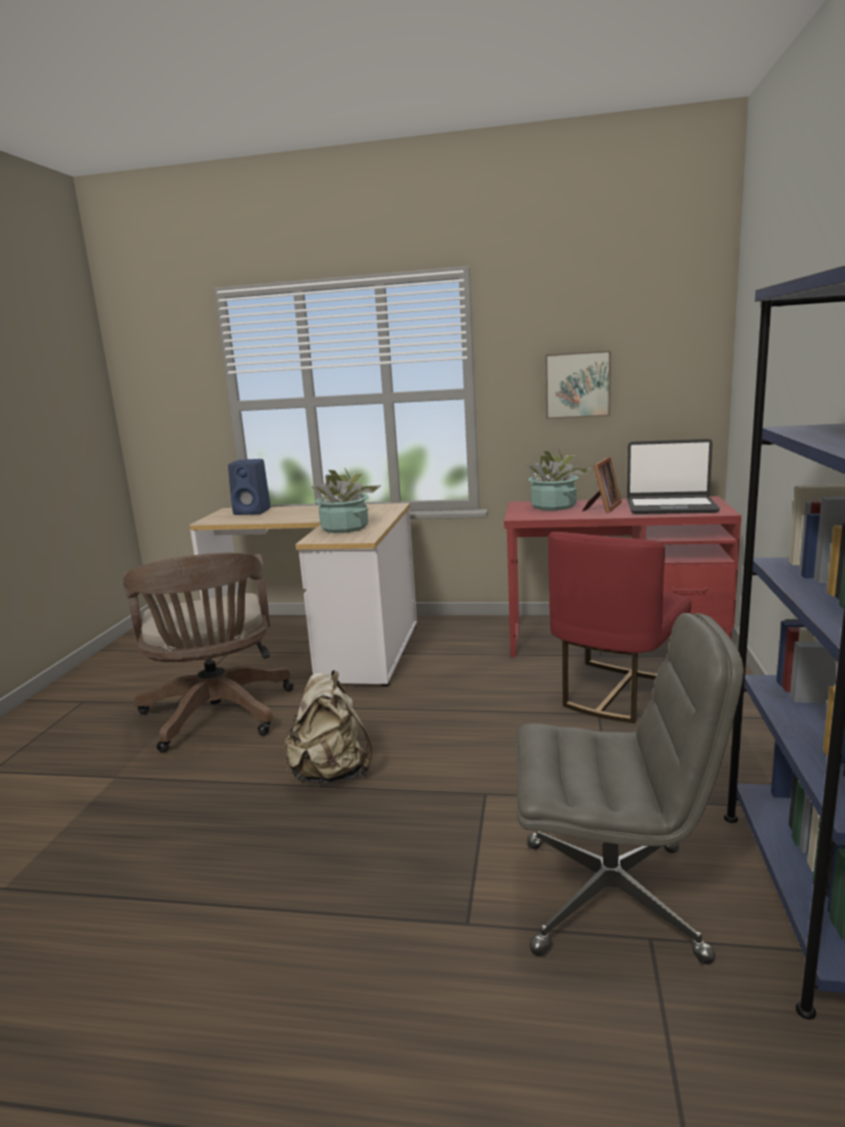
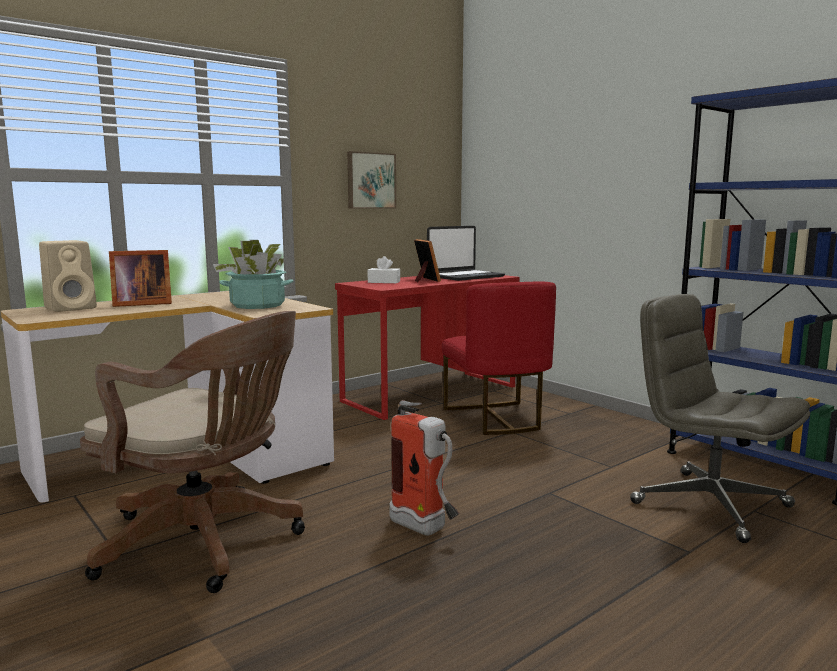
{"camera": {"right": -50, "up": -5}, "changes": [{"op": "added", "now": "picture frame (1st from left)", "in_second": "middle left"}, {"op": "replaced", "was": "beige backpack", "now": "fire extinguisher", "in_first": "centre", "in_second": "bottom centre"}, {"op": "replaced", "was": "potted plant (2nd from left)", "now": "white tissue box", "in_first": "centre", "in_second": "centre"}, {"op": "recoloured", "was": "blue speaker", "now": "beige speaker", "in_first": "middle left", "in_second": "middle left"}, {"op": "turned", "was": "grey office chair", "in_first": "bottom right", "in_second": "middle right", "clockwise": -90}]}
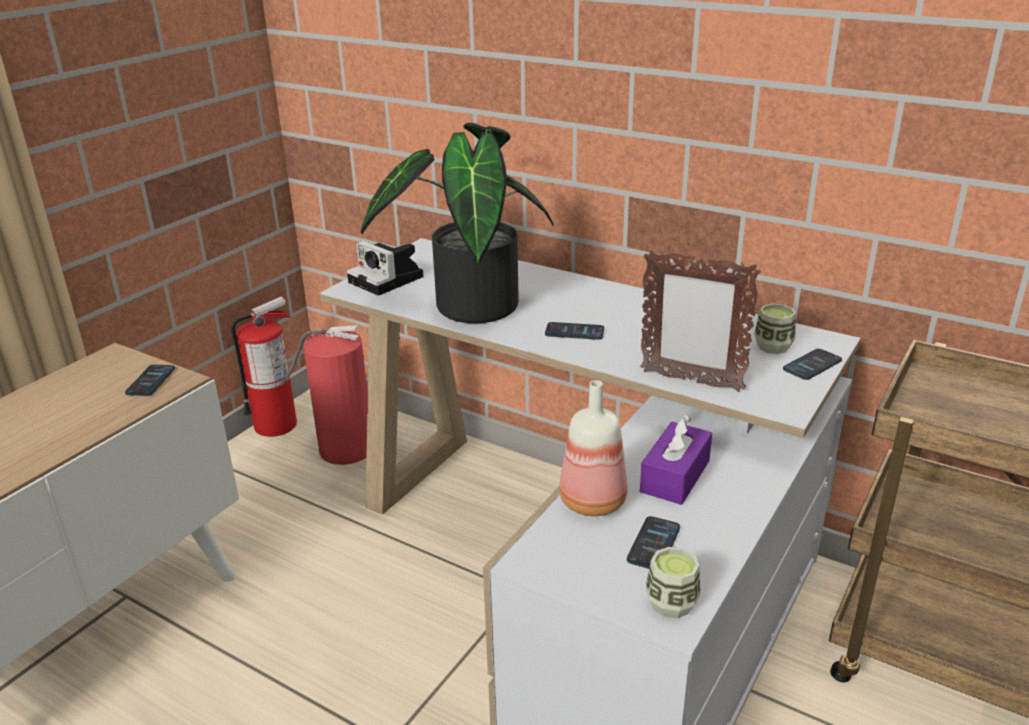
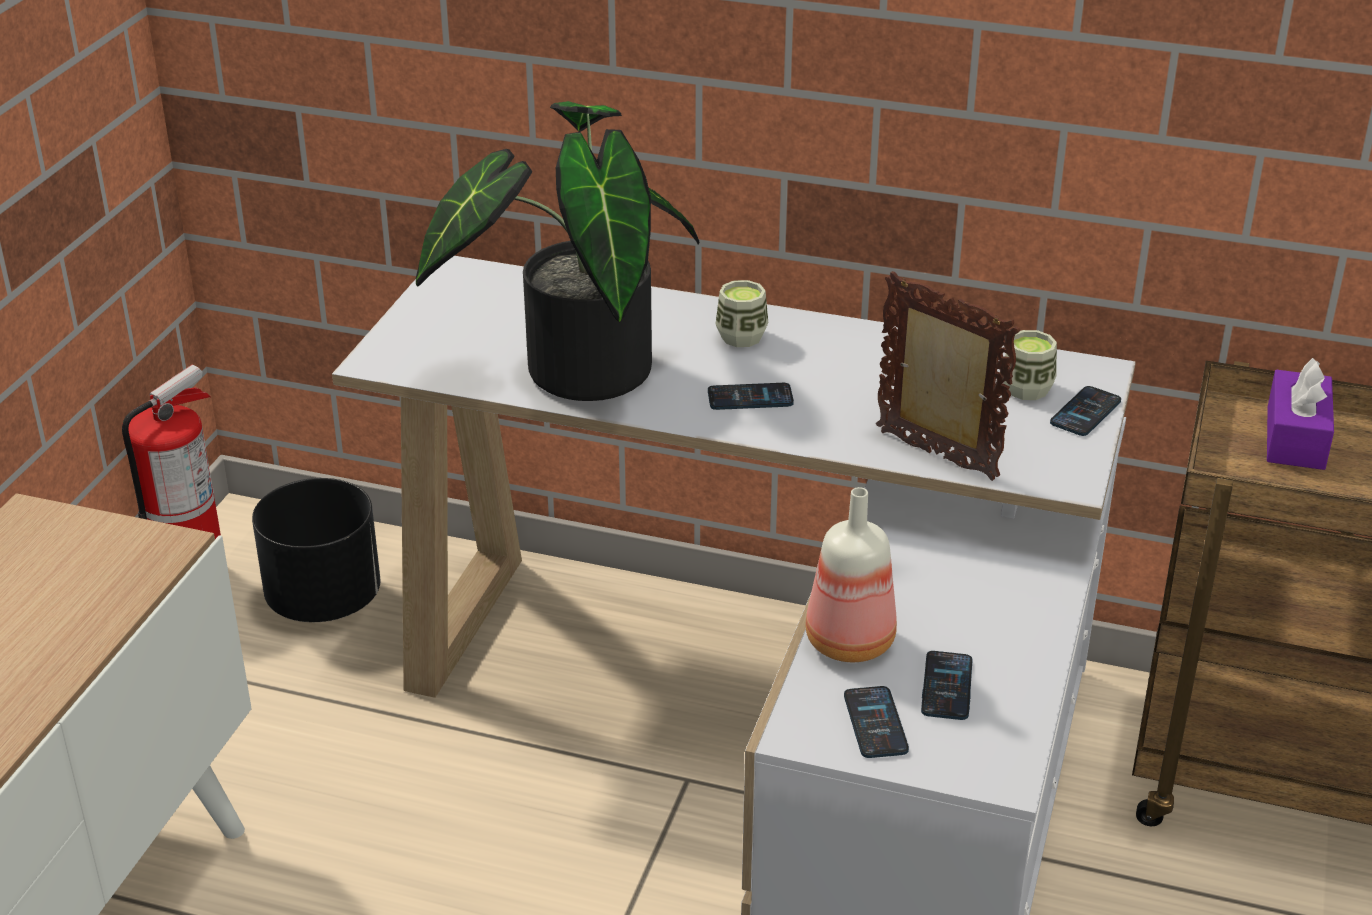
{"camera": {"right": -15, "up": 5}, "changes": [{"op": "removed", "was": "photo camera", "in_first": "centre"}, {"op": "moved", "was": "phone (1st from left in the first image)", "now": "phone (2nd from left)", "in_first": "middle left", "in_second": "bottom centre"}, {"op": "moved", "was": "purple tissue box", "in_first": "centre", "in_second": "middle right"}, {"op": "moved", "was": "cup (1st from left)", "in_first": "bottom centre", "in_second": "centre"}, {"op": "replaced", "was": "fire extinguisher (2nd from left)", "now": "black planter", "in_first": "middle left", "in_second": "middle left"}, {"op": "turned", "was": "picture frame", "in_first": "middle right", "in_second": "middle right", "clockwise": -150}]}
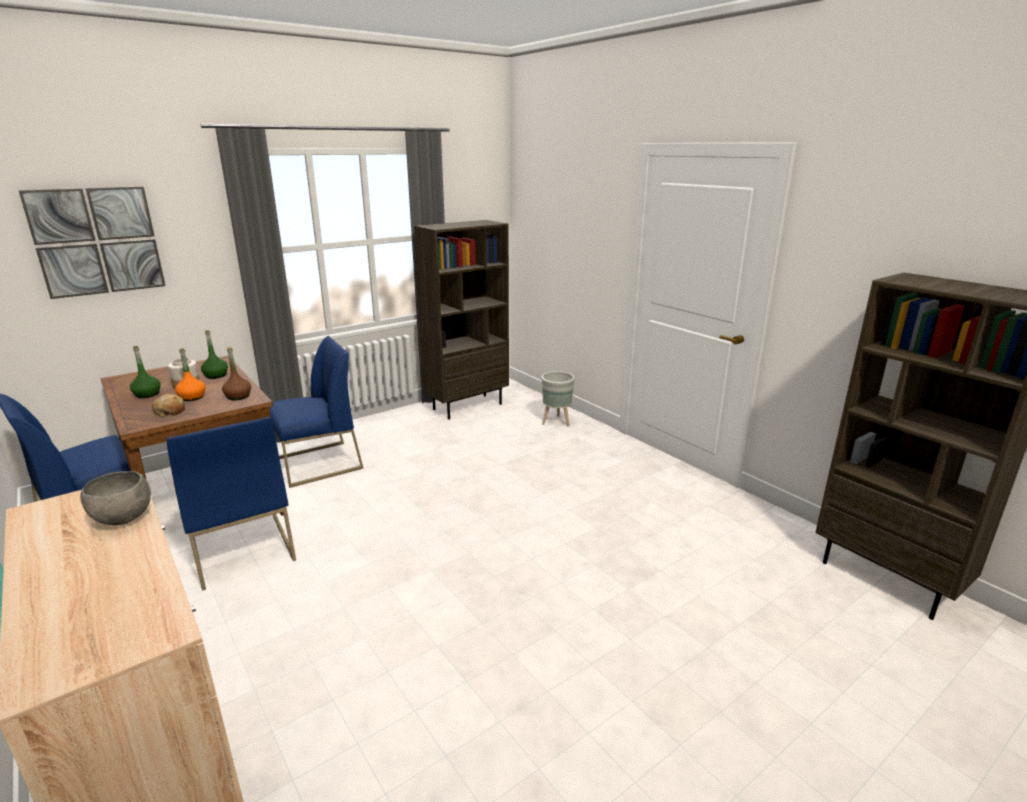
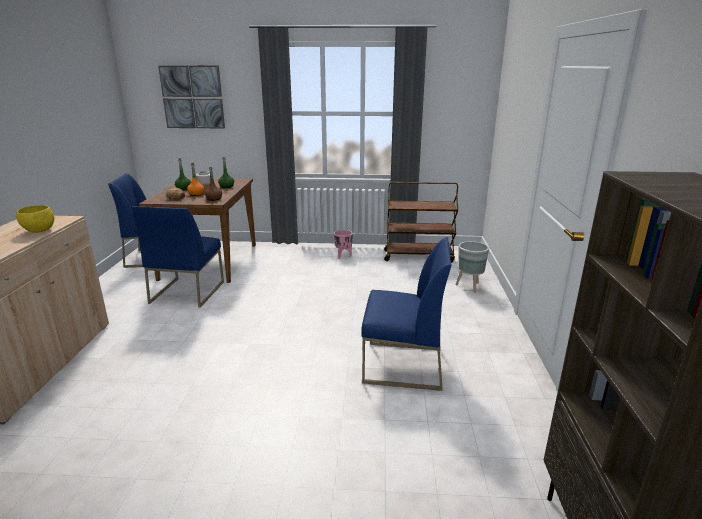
{"camera": {"right": 40, "up": 0}, "changes": [{"op": "added", "now": "pink planter", "in_second": "centre"}, {"op": "moved", "was": "blue chair (3rd from left)", "in_first": "middle left", "in_second": "centre"}, {"op": "replaced", "was": "brown bookcase (1st from left)", "now": "brown cart", "in_first": "centre", "in_second": "centre"}, {"op": "recoloured", "was": "grey bowl", "now": "yellow bowl", "in_first": "middle left", "in_second": "middle left"}]}
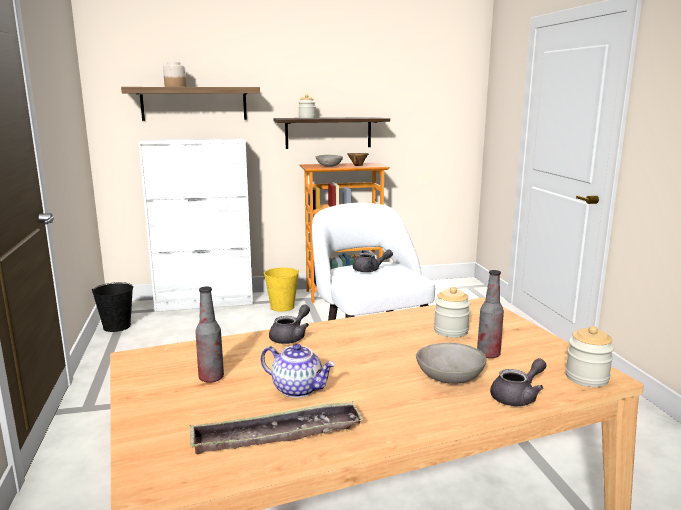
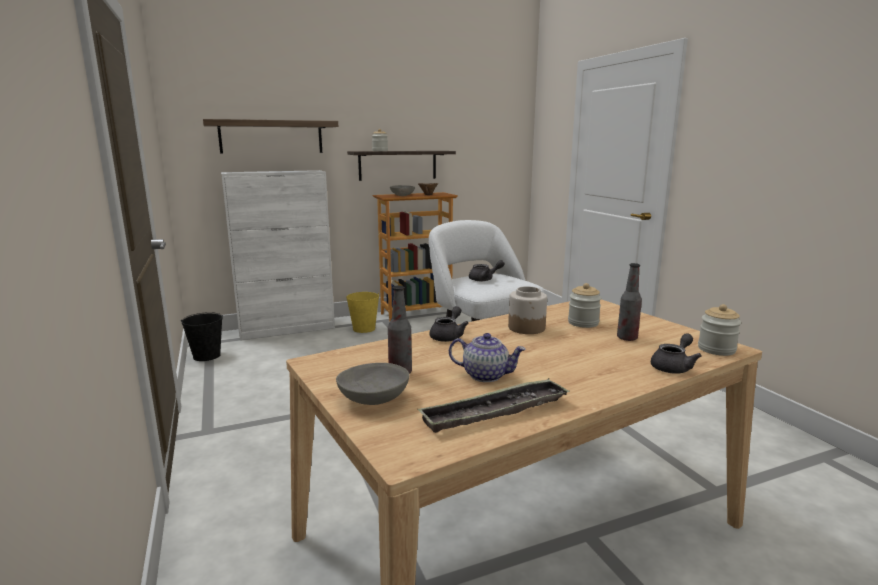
{"camera": {"right": -10, "up": 0}, "changes": [{"op": "moved", "was": "jar (1st from left in the first image)", "now": "jar (2nd from left)", "in_first": "top left", "in_second": "centre"}, {"op": "moved", "was": "grey bowl (2nd from left in the first image)", "now": "grey bowl (1st from left)", "in_first": "bottom centre", "in_second": "centre"}]}
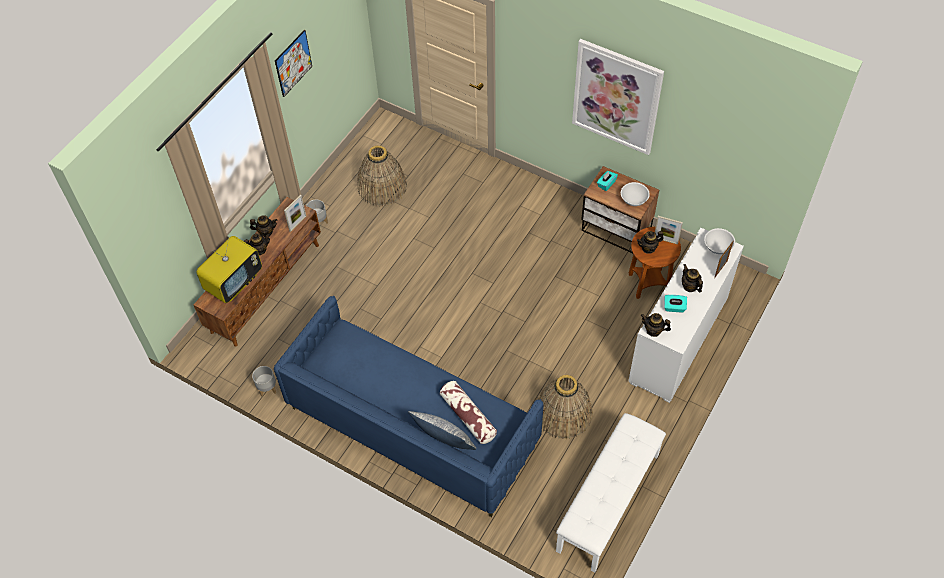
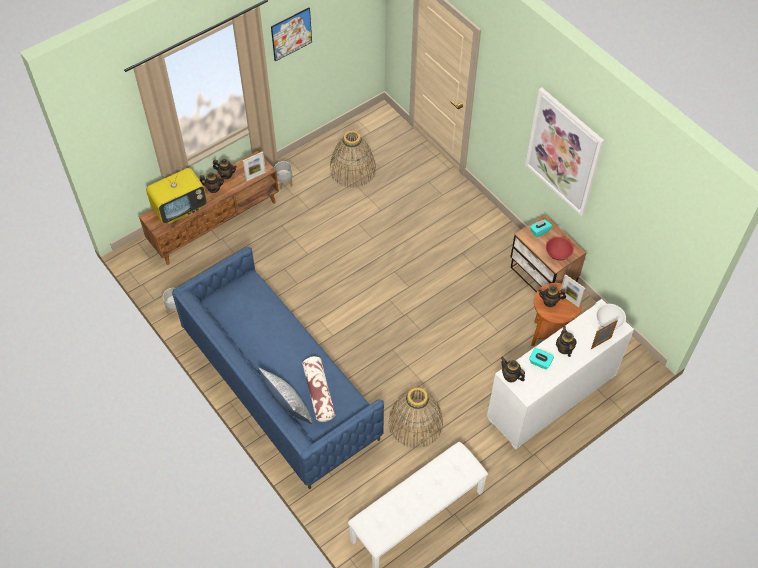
{"camera": {"right": 20, "up": 0}, "changes": [{"op": "recoloured", "was": "white bowl (1st from left)", "now": "red bowl", "in_first": "middle right", "in_second": "middle right"}]}
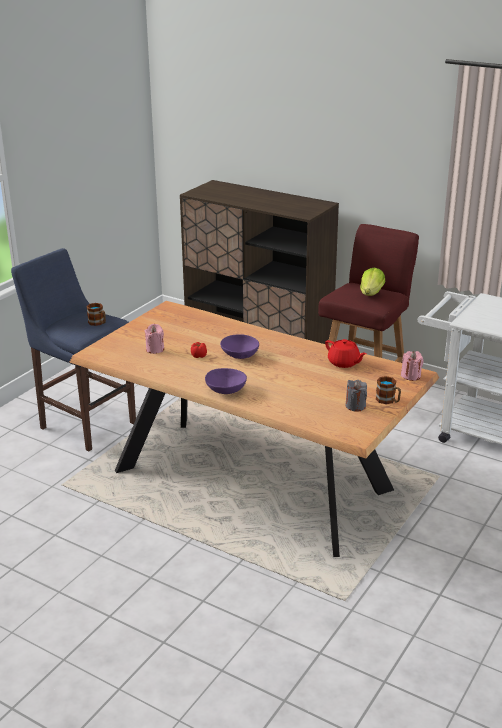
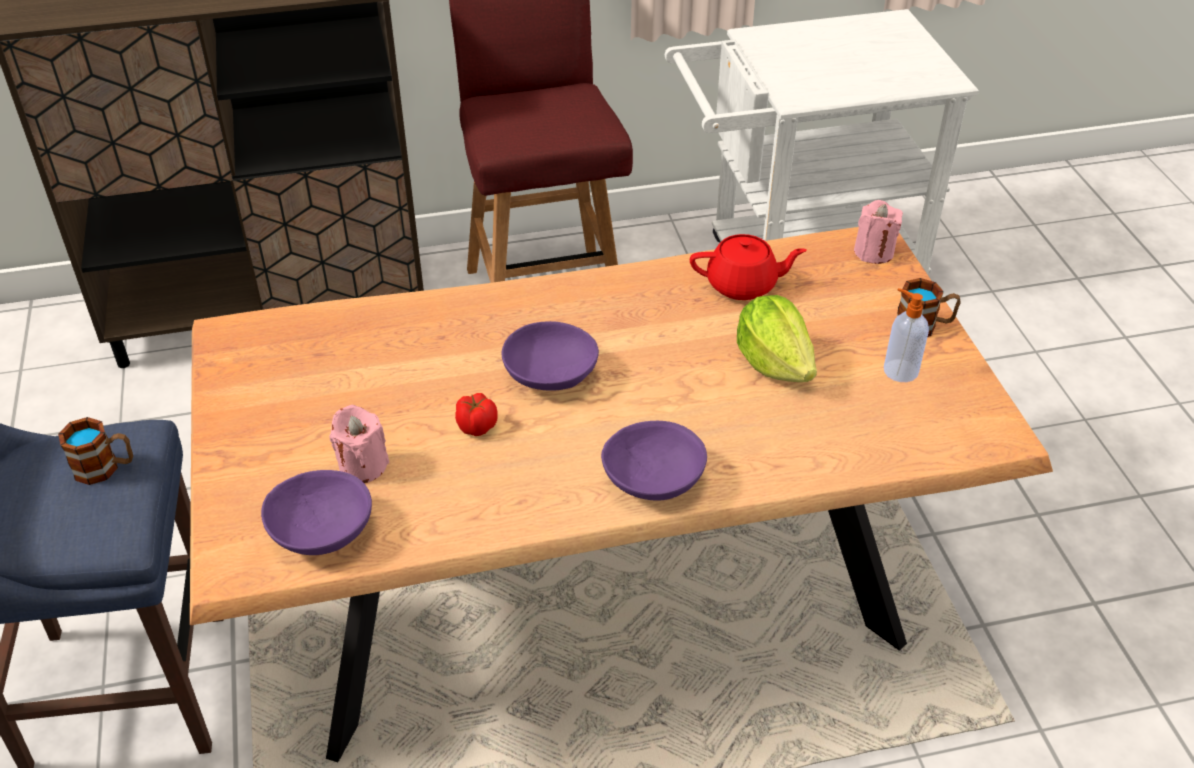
{"camera": {"right": -45, "up": 15}, "changes": [{"op": "added", "now": "purple bowl (1st from left)", "in_second": "bottom left"}, {"op": "moved", "was": "lettuce", "in_first": "middle right", "in_second": "centre"}, {"op": "replaced", "was": "grey candle", "now": "soap dispenser", "in_first": "middle right", "in_second": "middle right"}]}
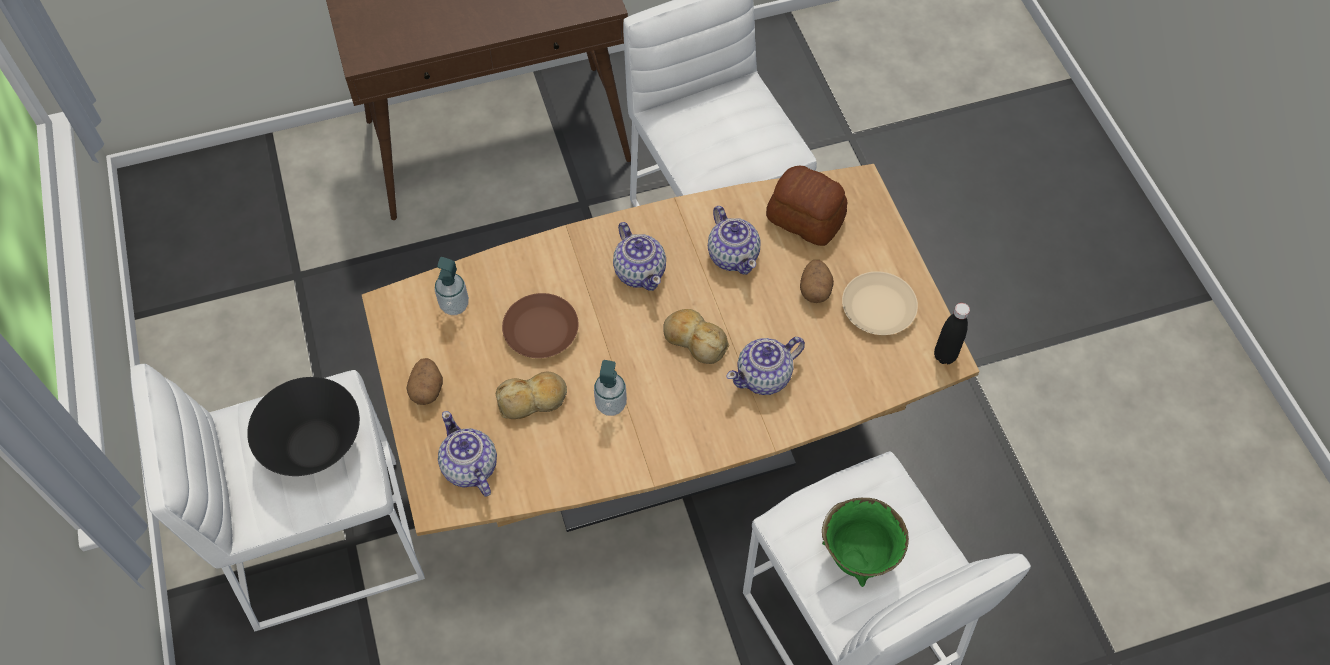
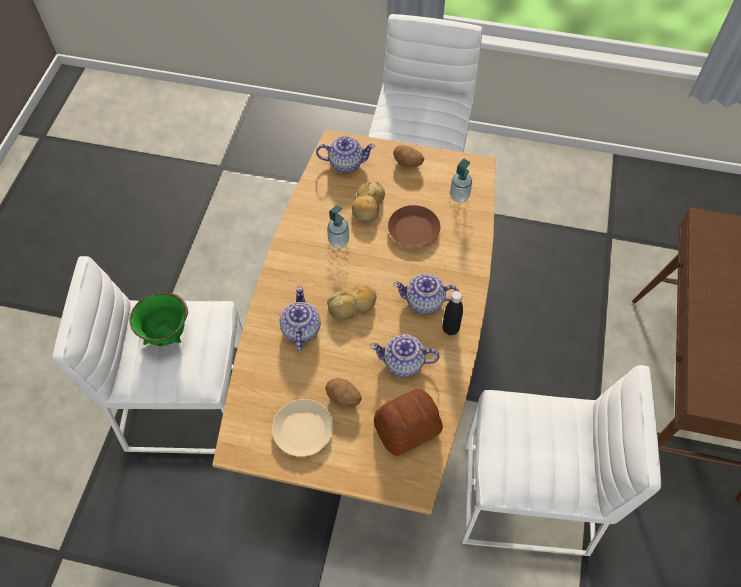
{"camera": {"right": 120, "up": 0}, "changes": [{"op": "removed", "was": "black bowl", "in_first": "middle left"}, {"op": "moved", "was": "black bottle", "in_first": "middle right", "in_second": "centre"}]}
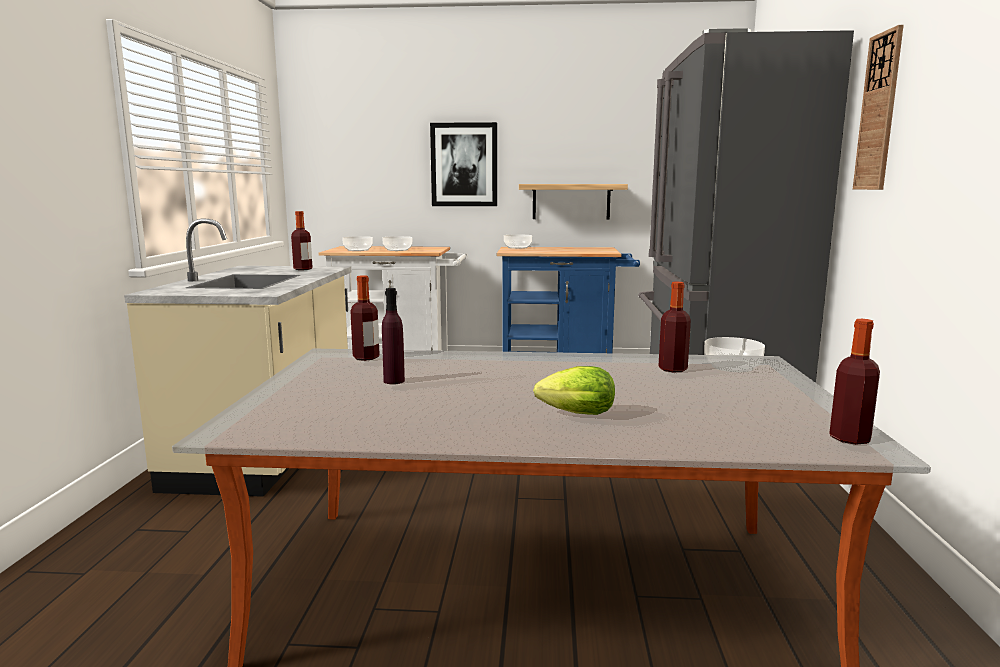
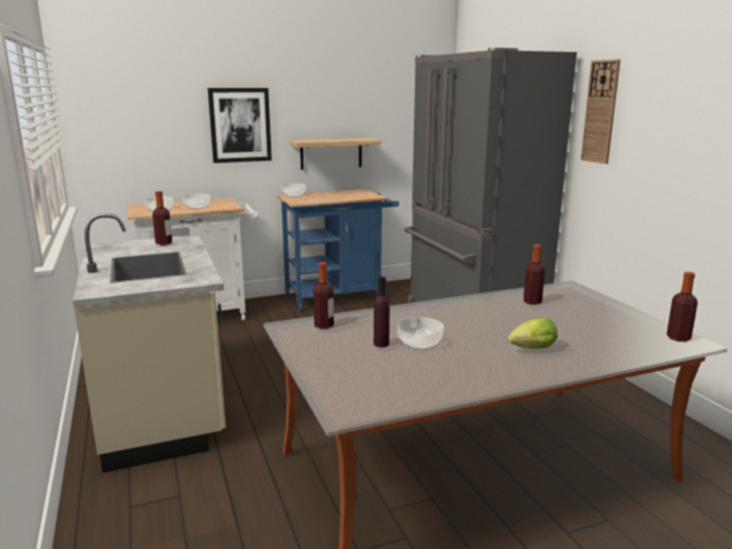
{"camera": {"right": -25, "up": 5}, "changes": [{"op": "moved", "was": "bowl (4th from left)", "in_first": "middle right", "in_second": "centre"}]}
